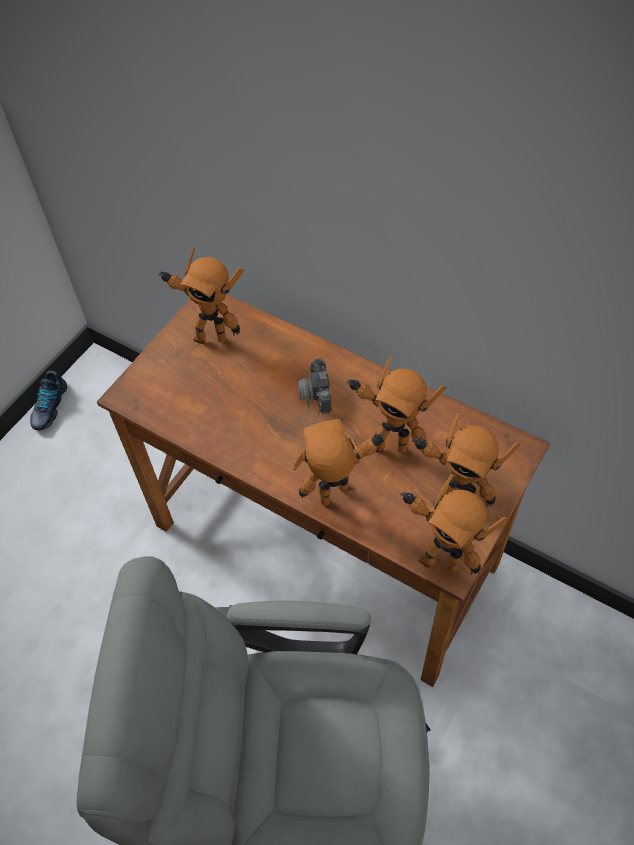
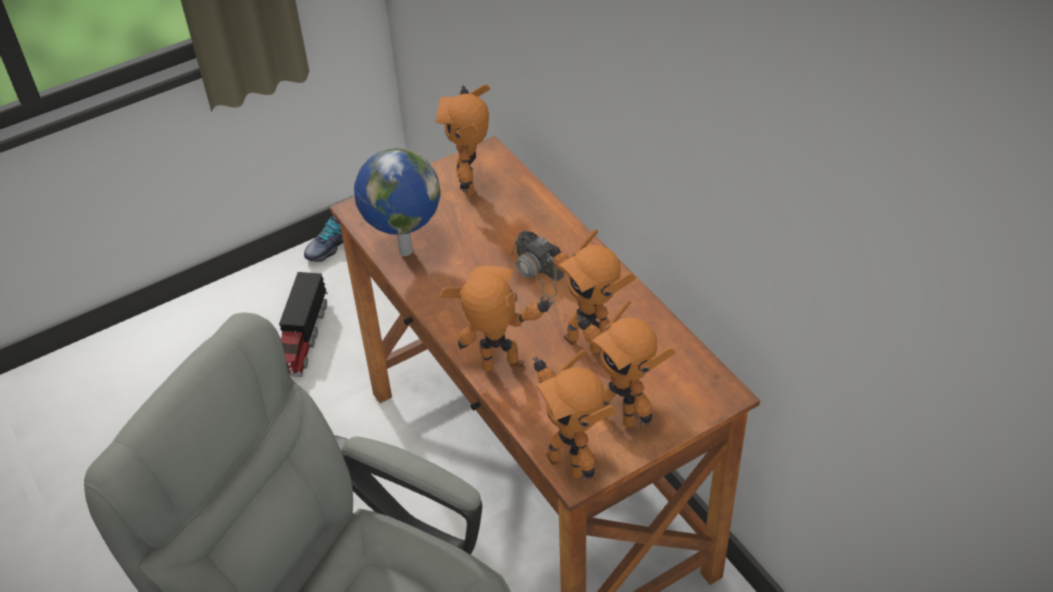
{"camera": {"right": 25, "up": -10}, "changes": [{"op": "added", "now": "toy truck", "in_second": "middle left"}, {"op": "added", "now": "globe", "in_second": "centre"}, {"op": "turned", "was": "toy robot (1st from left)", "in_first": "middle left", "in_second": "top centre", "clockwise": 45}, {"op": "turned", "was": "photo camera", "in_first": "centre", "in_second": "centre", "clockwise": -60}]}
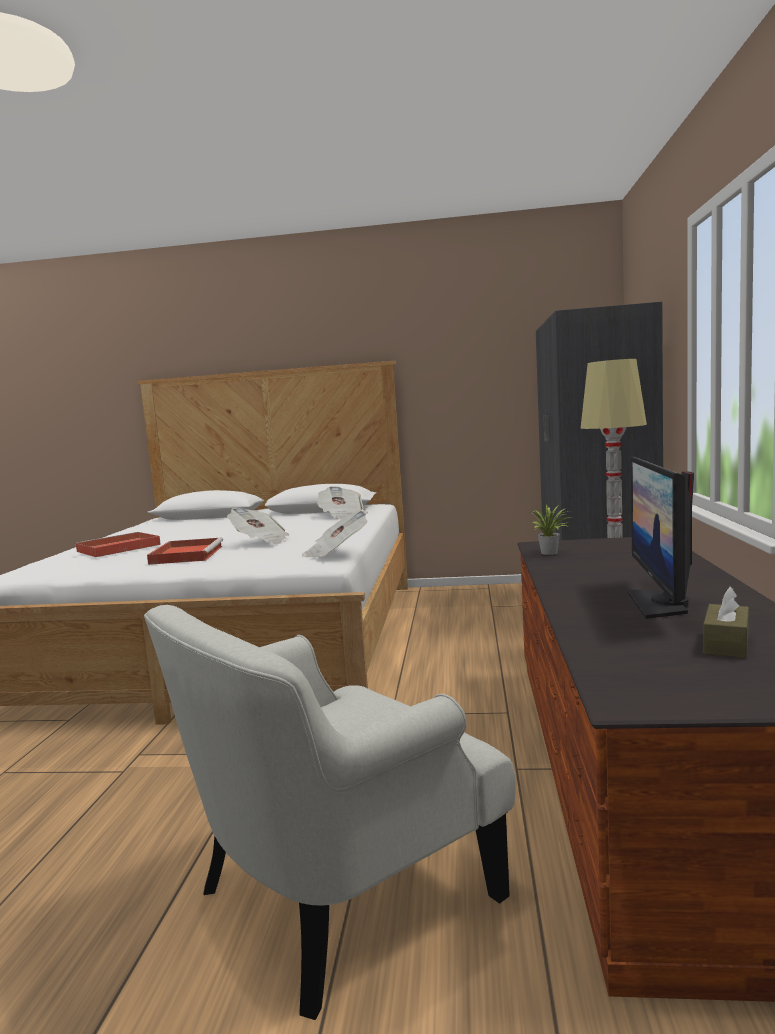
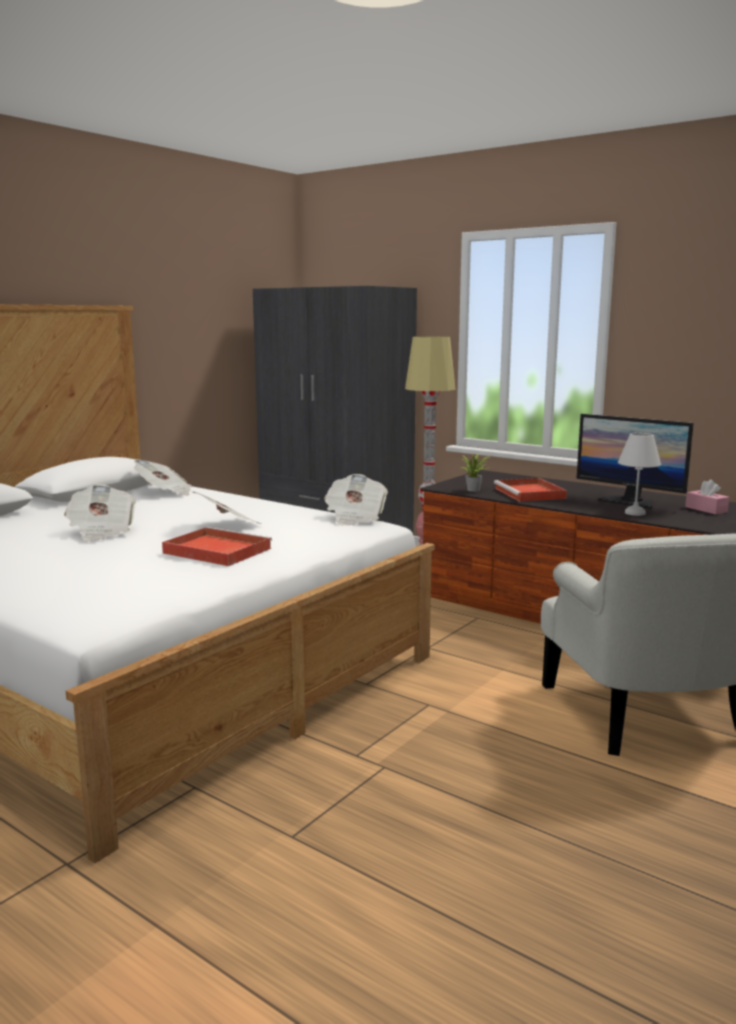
{"camera": {"right": -60, "up": 5}, "changes": [{"op": "added", "now": "newspaper (1st from left)", "in_second": "middle left"}, {"op": "added", "now": "white table lamp", "in_second": "middle right"}, {"op": "moved", "was": "red tray (1st from left in the first image)", "now": "red tray (2nd from left)", "in_first": "middle left", "in_second": "middle right"}, {"op": "recoloured", "was": "brown tissue box", "now": "pink tissue box", "in_first": "middle right", "in_second": "middle right"}]}
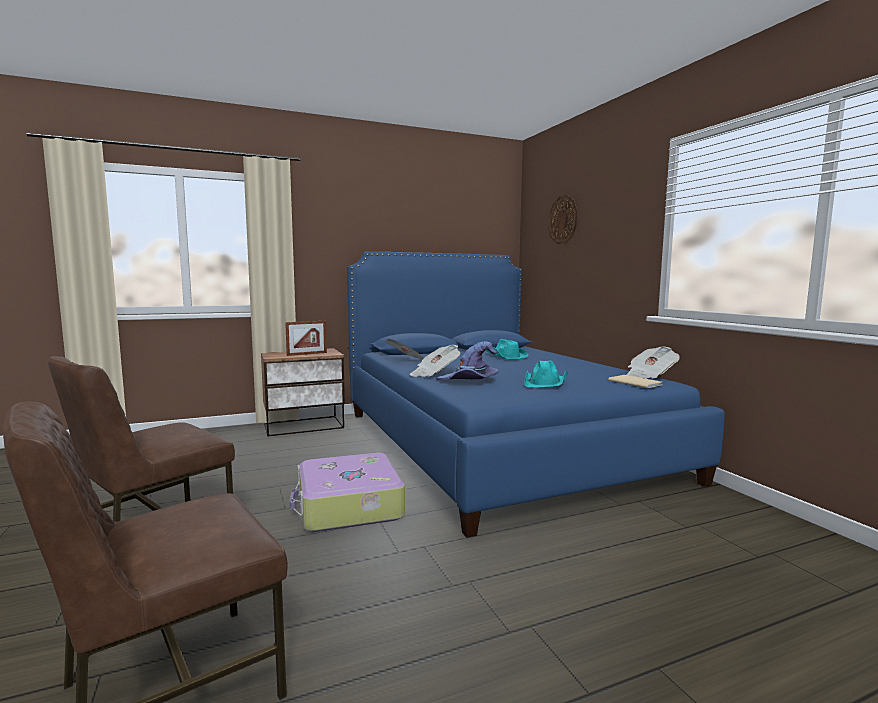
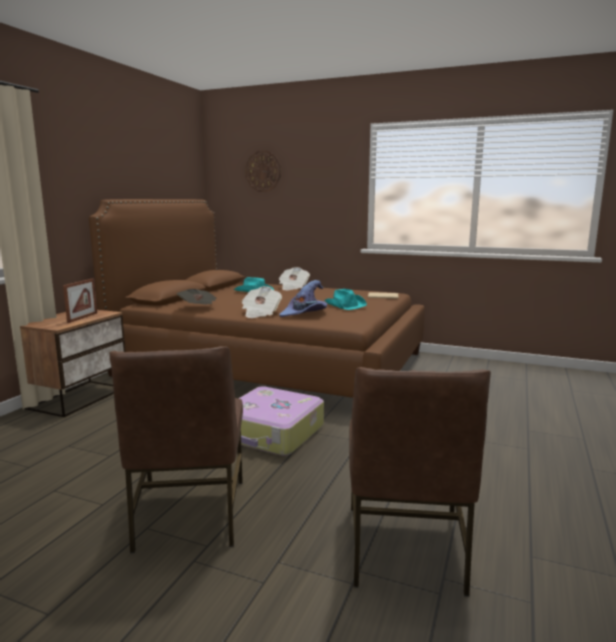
{"camera": {"right": -45, "up": 5}, "changes": [{"op": "moved", "was": "newspaper (3rd from left)", "in_first": "middle right", "in_second": "centre"}, {"op": "recoloured", "was": "blue bed", "now": "brown bed", "in_first": "centre", "in_second": "centre"}]}
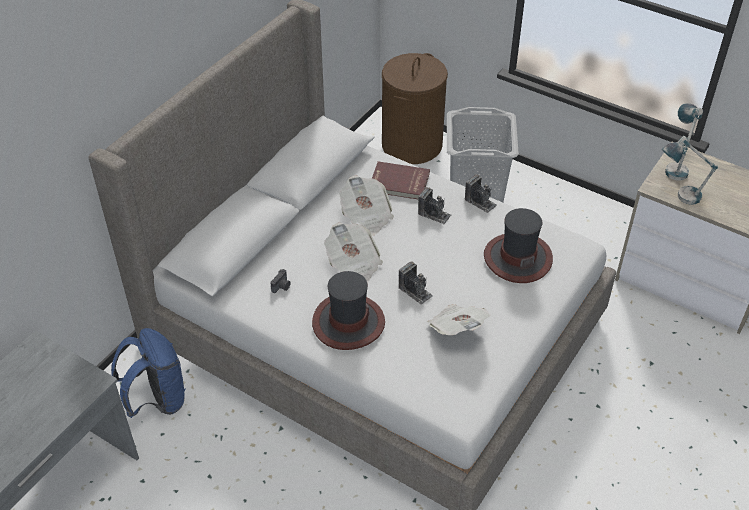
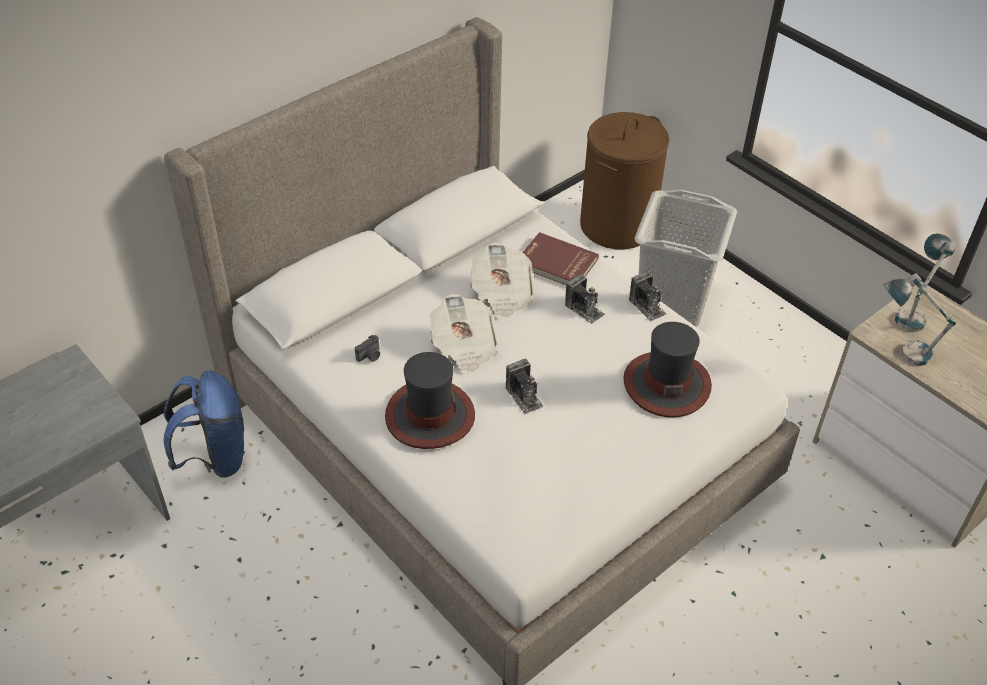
{"camera": {"right": 15, "up": 0}, "changes": [{"op": "removed", "was": "newspaper (3rd from left)", "in_first": "centre"}]}
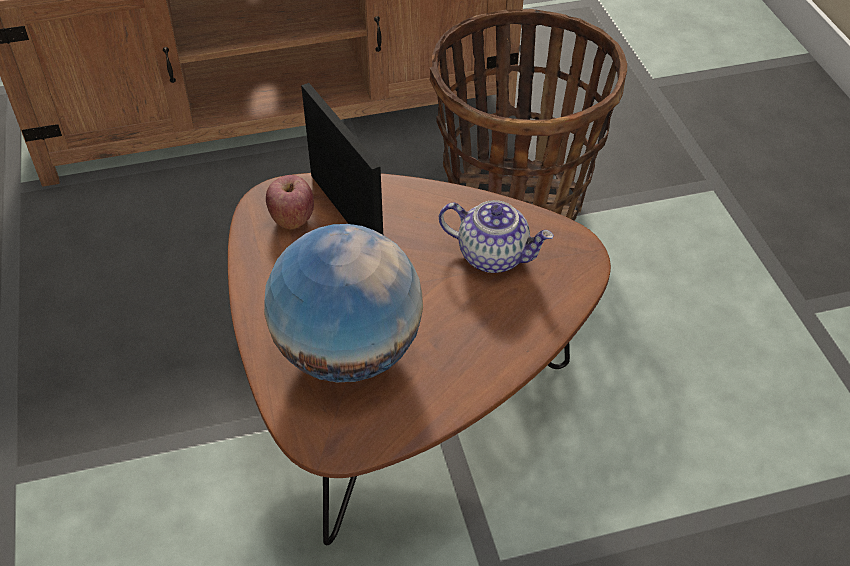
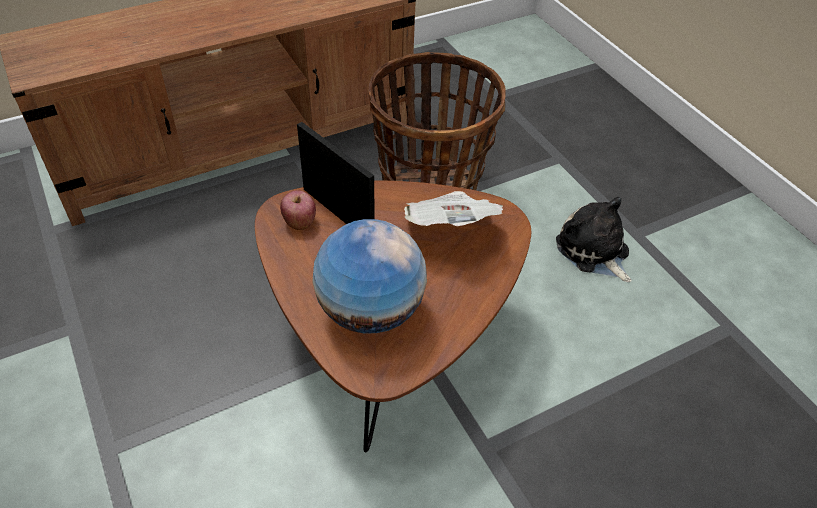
{"camera": {"right": -15, "up": 0}, "changes": [{"op": "added", "now": "plush toy", "in_second": "middle right"}, {"op": "replaced", "was": "teapot", "now": "newspaper", "in_first": "centre", "in_second": "centre"}]}
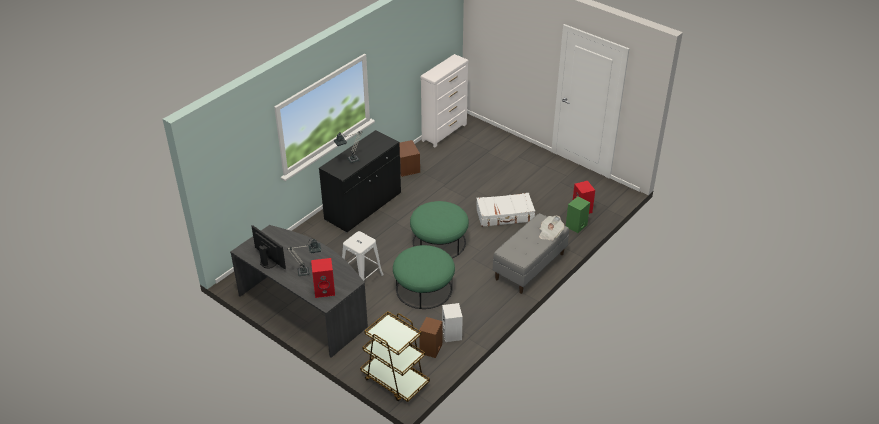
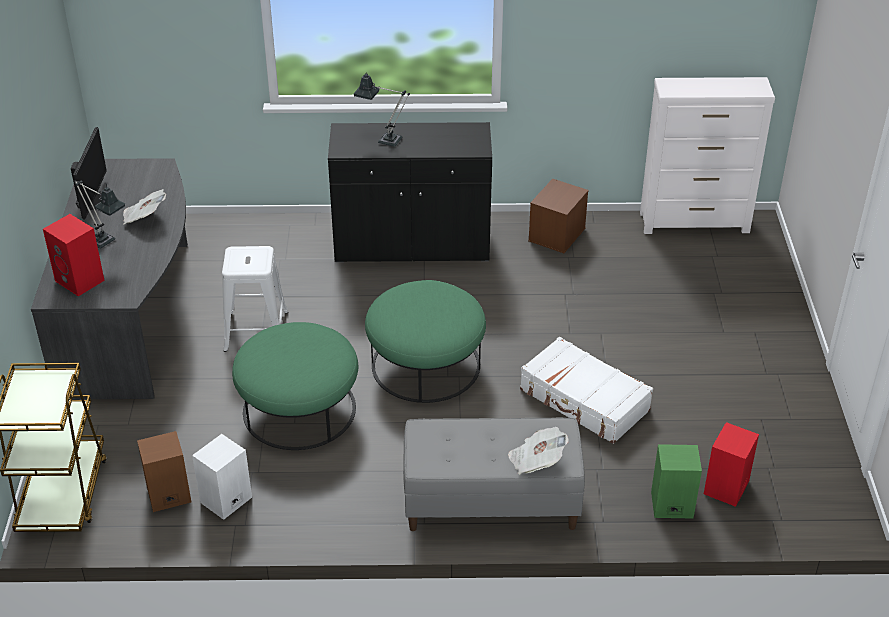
{"camera": {"right": 50, "up": 0}, "changes": [{"op": "added", "now": "newspaper (1st from left)", "in_second": "middle left"}]}
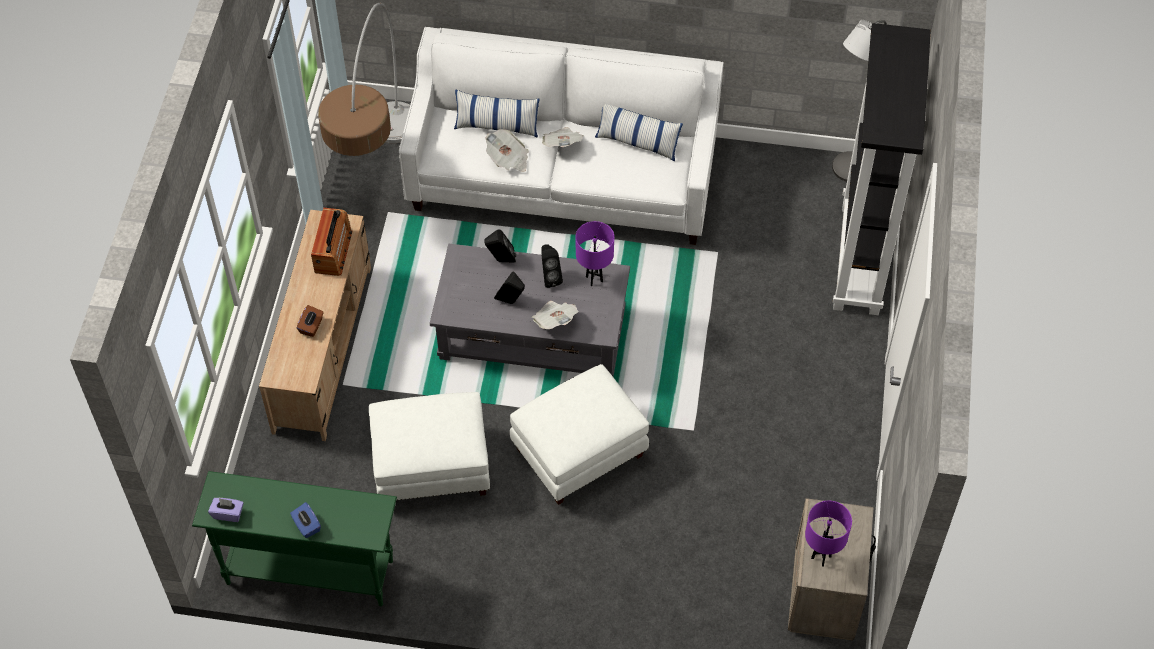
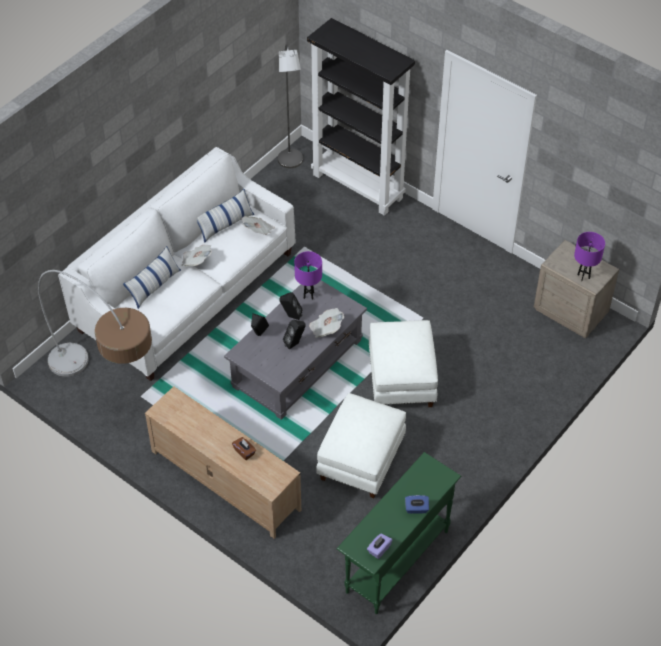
{"camera": {"right": -60, "up": -5}, "changes": [{"op": "removed", "was": "radio", "in_first": "middle left"}, {"op": "moved", "was": "newspaper (1st from left in the first image)", "now": "newspaper (2nd from left)", "in_first": "top centre", "in_second": "centre"}]}
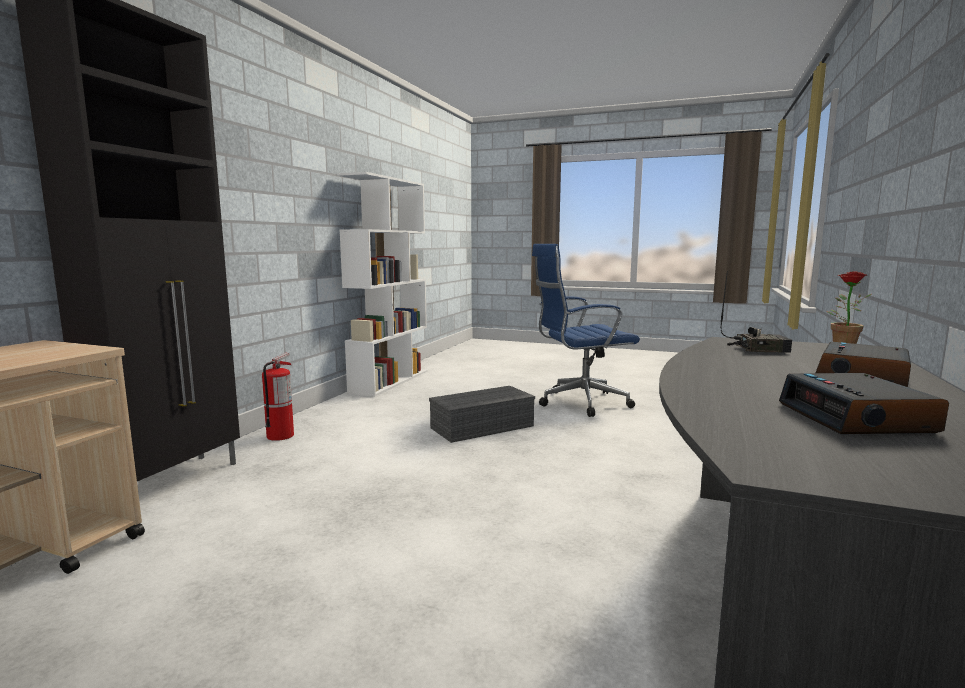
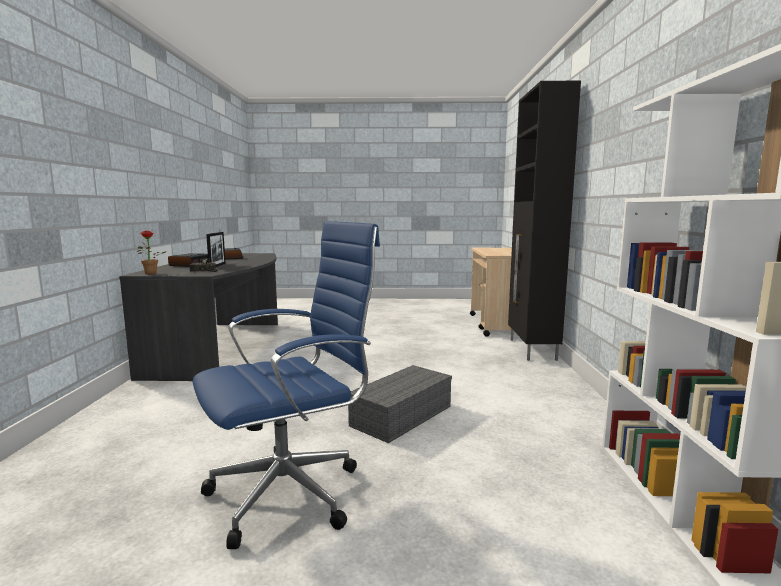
{"camera": {"right": 160, "up": 0}, "changes": [{"op": "removed", "was": "fire extinguisher", "in_first": "middle left"}, {"op": "added", "now": "picture frame", "in_second": "middle left"}]}
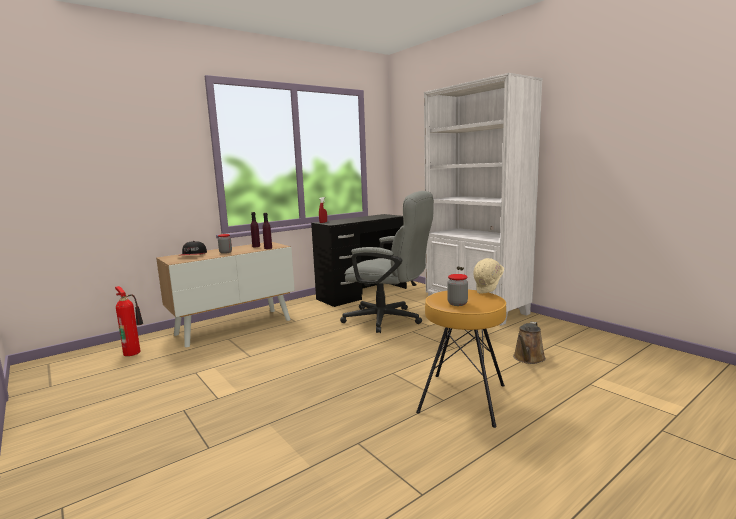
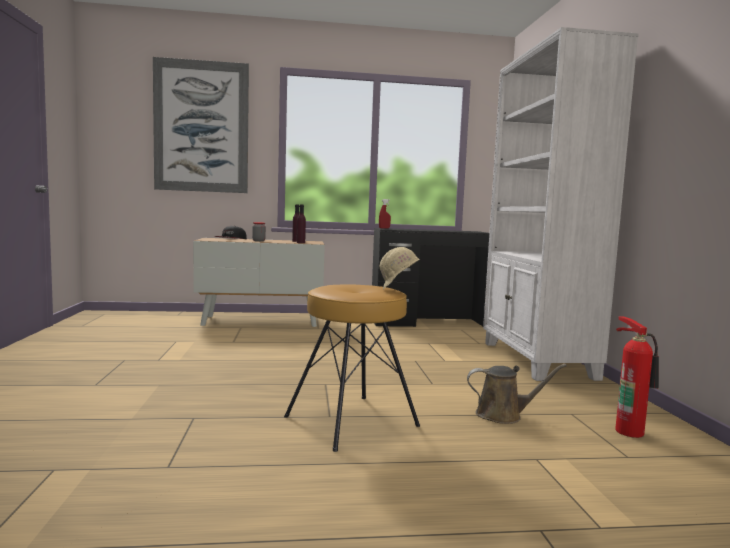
{"camera": {"right": 30, "up": -5}, "changes": [{"op": "removed", "was": "grey office chair", "in_first": "centre"}, {"op": "removed", "was": "jar (2nd from left)", "in_first": "centre"}, {"op": "added", "now": "picture", "in_second": "top left"}, {"op": "moved", "was": "fire extinguisher", "in_first": "middle left", "in_second": "bottom right"}, {"op": "turned", "was": "brown watering can", "in_first": "middle right", "in_second": "bottom right", "clockwise": -150}]}
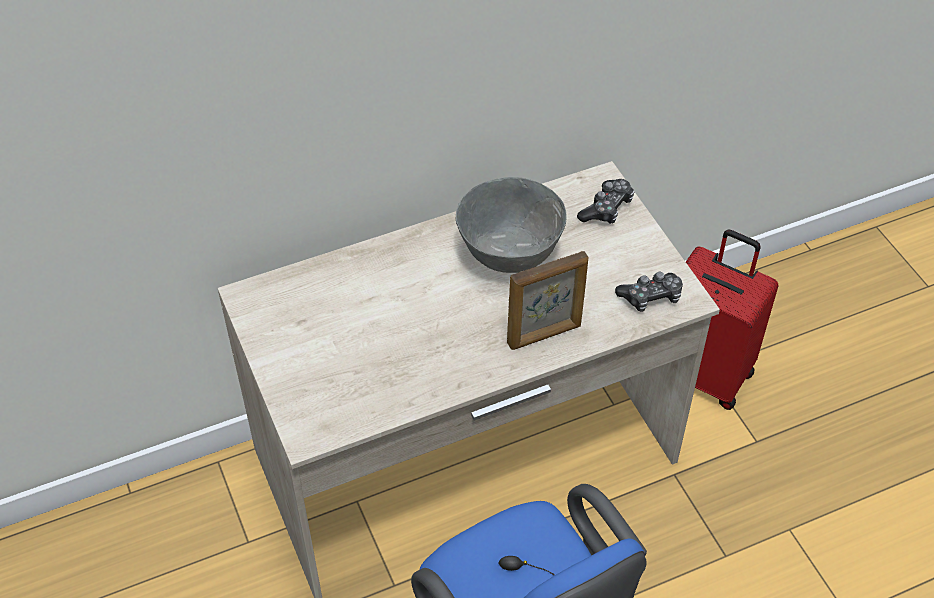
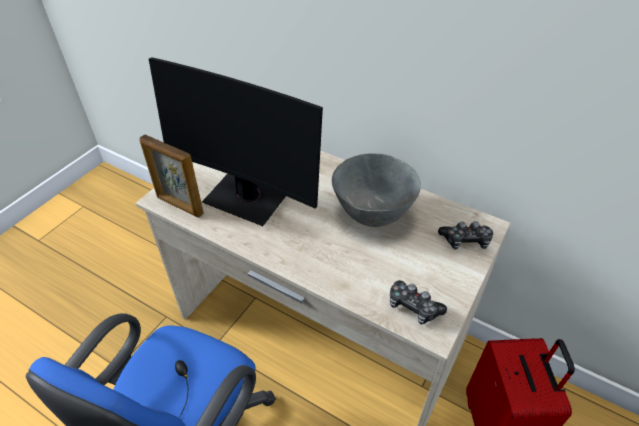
{"camera": {"right": 55, "up": -5}, "changes": [{"op": "added", "now": "monitor", "in_second": "top centre"}, {"op": "moved", "was": "picture frame", "in_first": "centre", "in_second": "middle left"}]}
